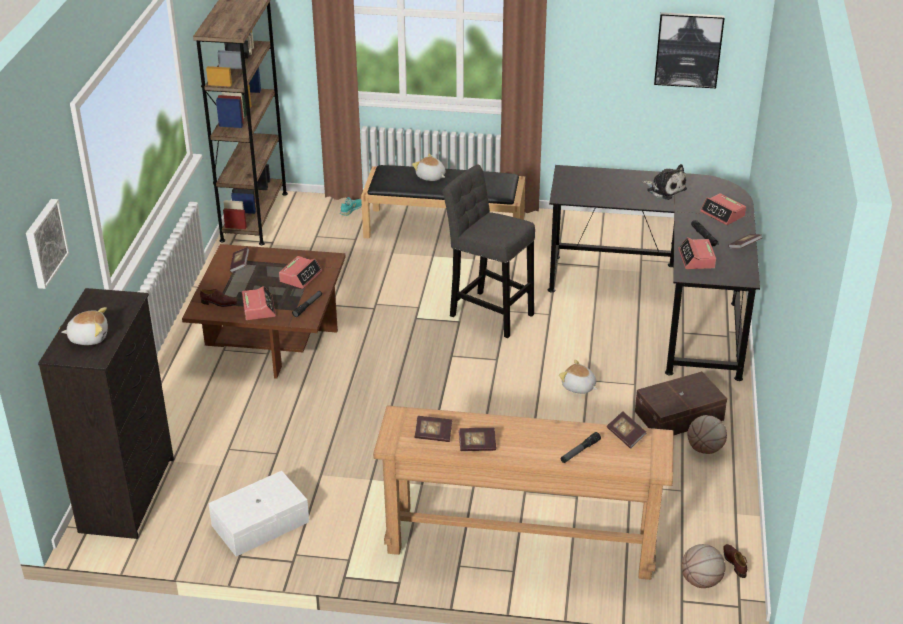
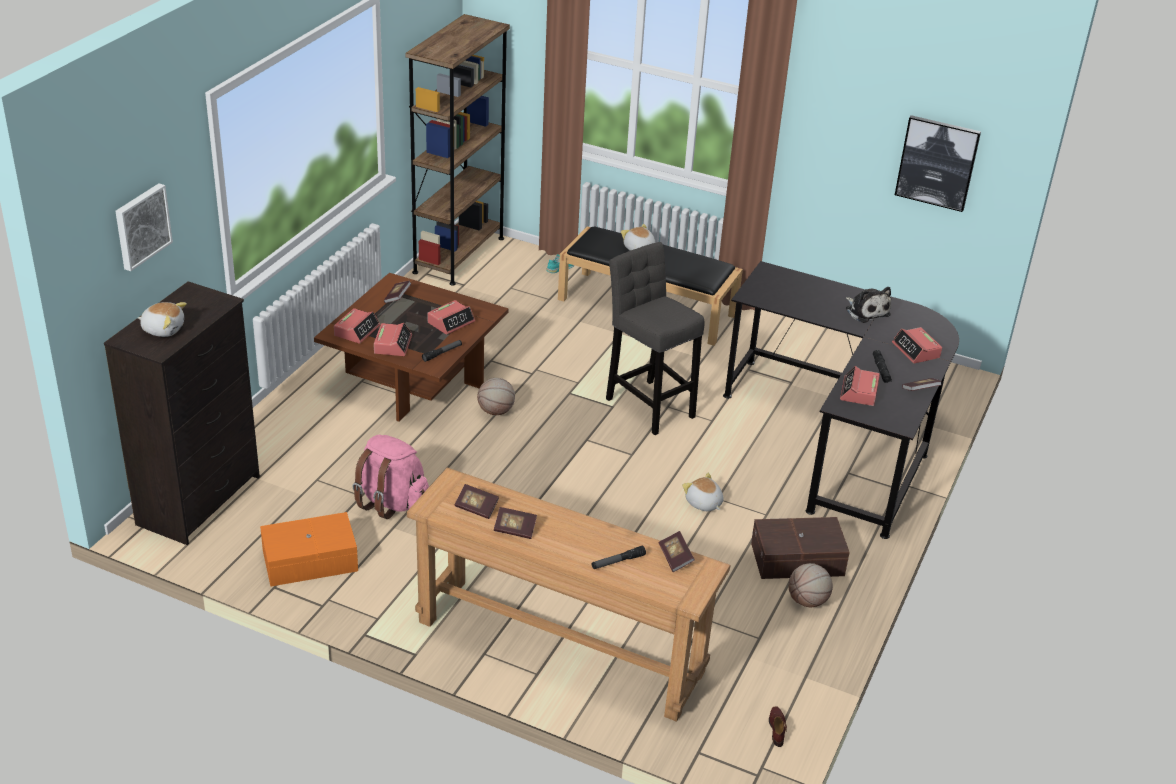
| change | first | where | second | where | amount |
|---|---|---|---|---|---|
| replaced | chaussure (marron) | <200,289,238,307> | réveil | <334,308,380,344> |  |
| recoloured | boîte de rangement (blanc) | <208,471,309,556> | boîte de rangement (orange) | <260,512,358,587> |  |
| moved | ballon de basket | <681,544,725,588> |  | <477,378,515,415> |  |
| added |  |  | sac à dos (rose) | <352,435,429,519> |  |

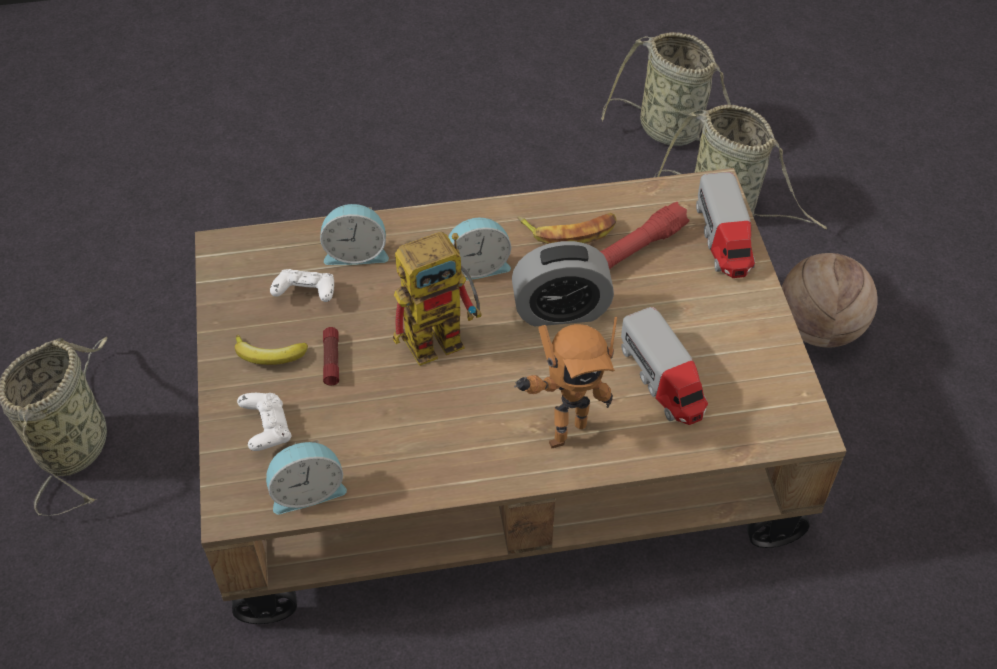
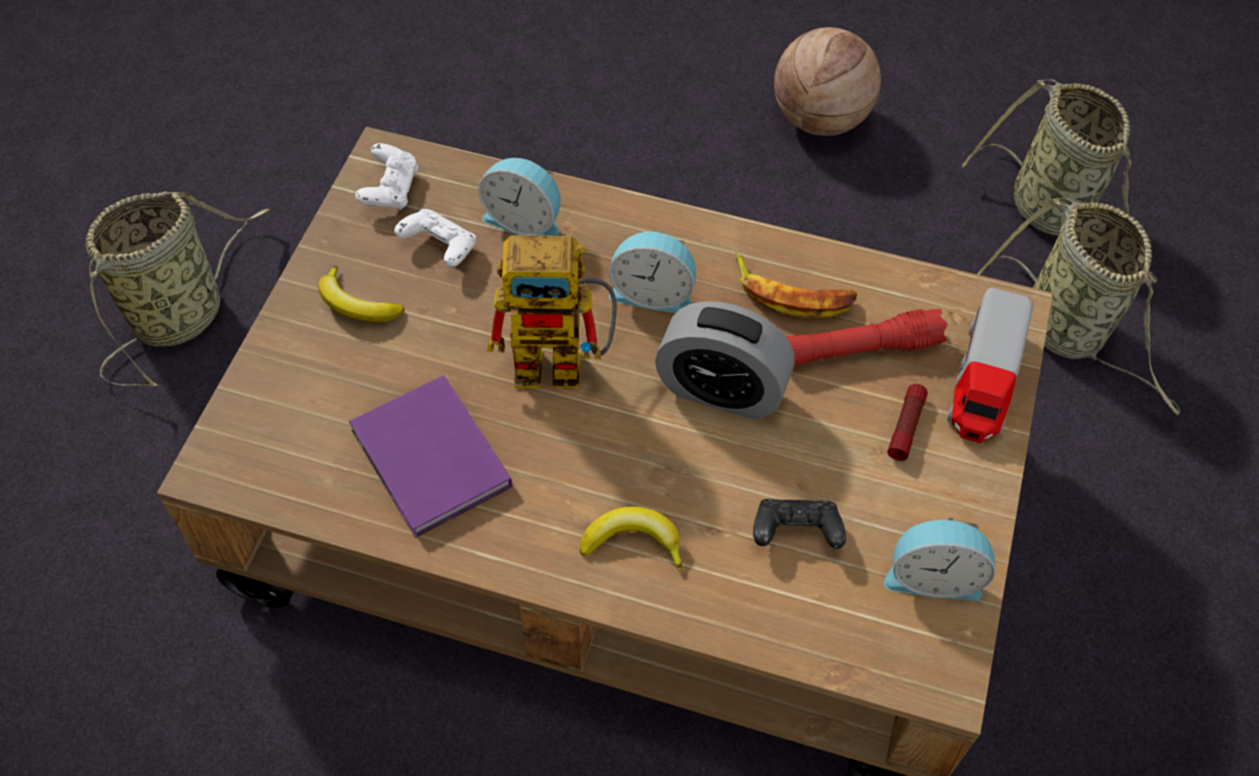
| change | first | where | second | where | amount |
|---|---|---|---|---|---|
| moved | manette (blanc) | <237,393,291,451> |  | <355,143,418,210> |  |
| moved | réveil | <266,440,347,515> |  | <884,518,996,601> |  |
| moved | lampe de poche | <323,327,339,385> |  | <887,384,928,461> |  |
| replaced | robot jouet | <514,317,617,449> | banane | <580,506,683,571> |  |
| replaced | camion jouet | <621,307,708,425> | manette (noir) | <753,499,846,549> |  |
| moved | ballon de basket | <782,253,878,348> |  | <774,27,881,136> |  |
| added |  |  | livre (violet) | <349,375,512,538> |  |

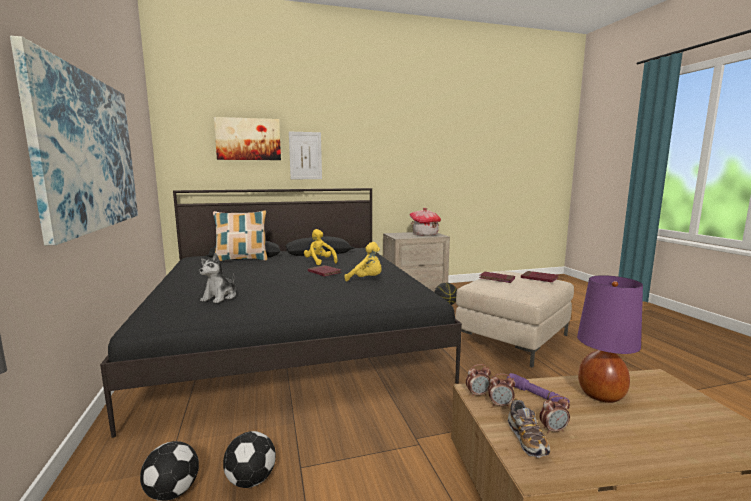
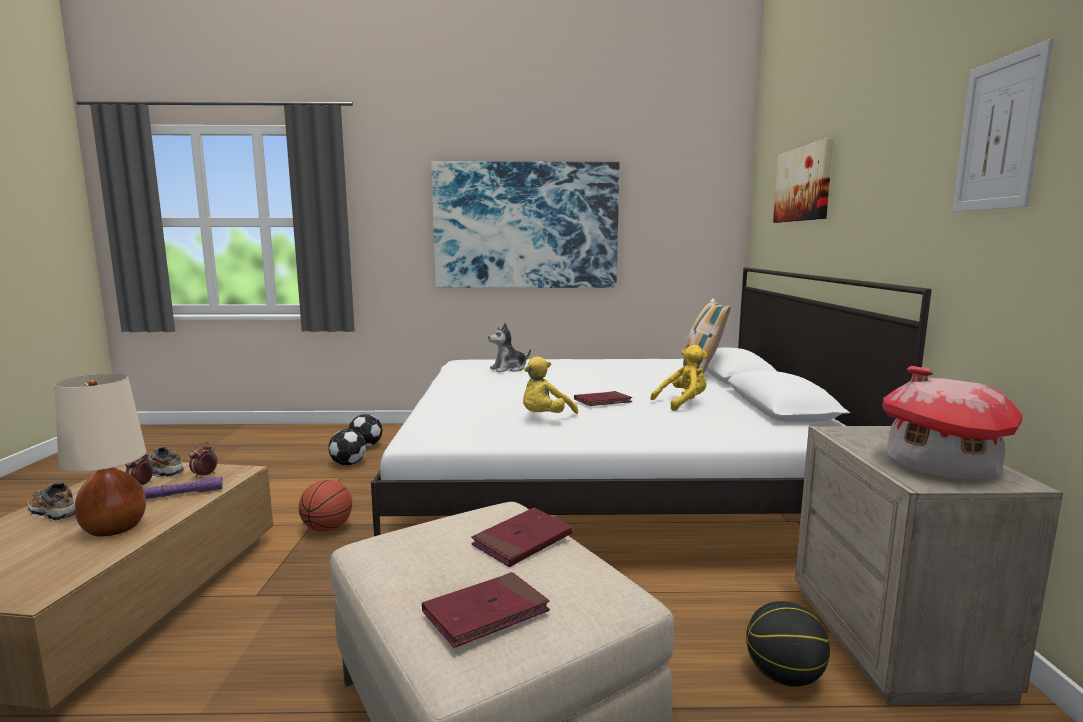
| change | first | where | second | where | amount |
|---|---|---|---|---|---|
| recoloured | lit (noir) | <100,188,462,438> | lit (blanc) | <371,267,932,536> |  |
| turned | peluche | <200,253,236,303> |  | <488,323,531,372> | 60 degrees counterclockwise |
| moved | tableau | <289,132,322,179> |  | <952,39,1054,212> |  |
| removed | réveil | <466,364,491,397> |  |  |  |
| recoloured | lampe de table (violet) | <577,275,643,403> | lampe de table (beige) | <54,374,146,536> |  |
| added |  |  | chaussure | <28,482,75,522> |  |
| added |  |  | ballon de basket | <299,480,352,532> |  |

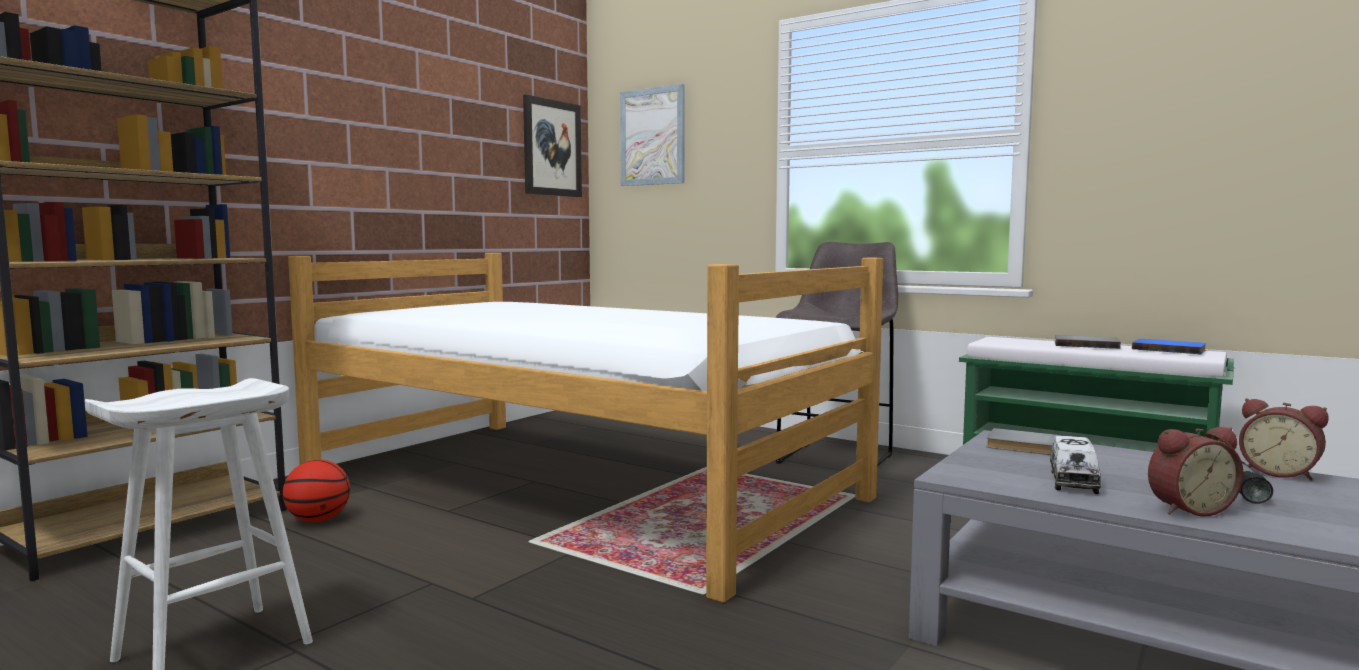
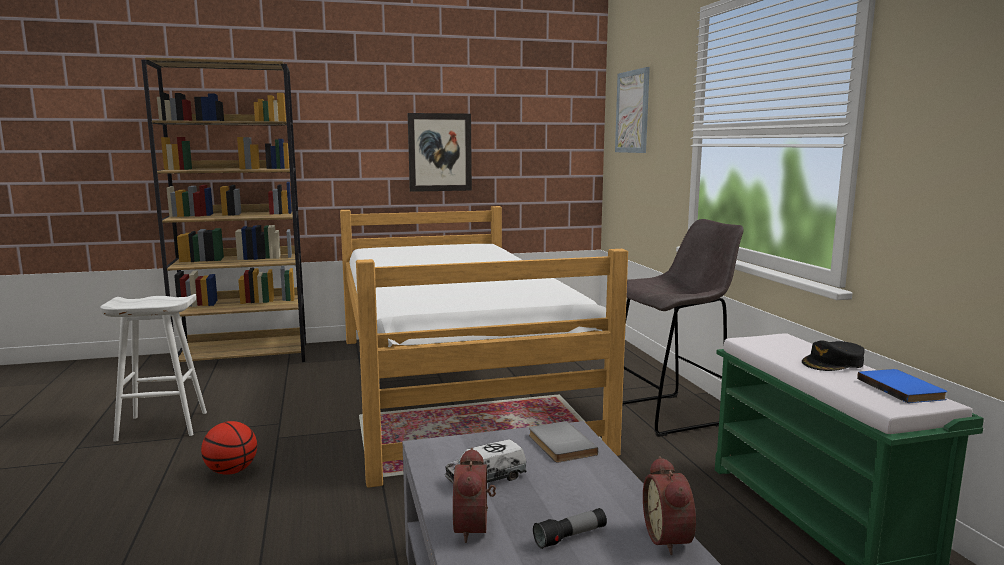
| change | first | where | second | where | amount |
|---|---|---|---|---|---|
| moved | ballon de basket | <283,459,350,522> |  | <201,421,257,475> |  |
| moved | tableau | <523,95,582,197> |  | <408,113,472,192> |  |
| replaced | livre (gris) | <1055,335,1121,349> | casquette (noir) | <802,340,865,371> |  |
| turned | réveil | <1148,427,1244,517> |  | <453,448,496,543> | 60 degrees clockwise |

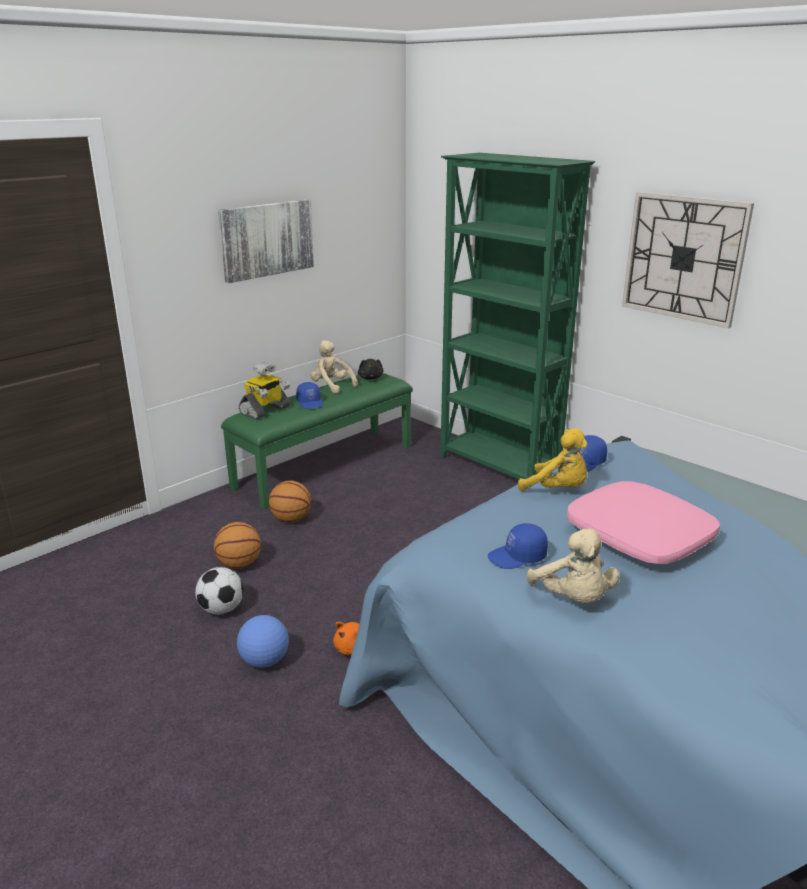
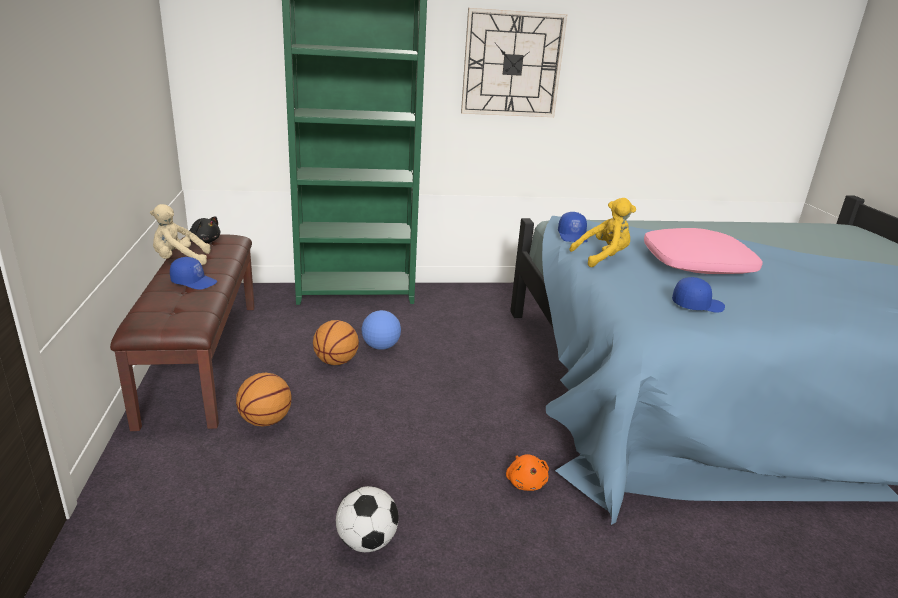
| change | first | where | second | where | amount |
|---|---|---|---|---|---|
| moved | ballon de basket | <214,522,261,569> |  | <313,320,359,365> |  |
| removed | tableau | <218,199,314,283> |  |  |  |
| recoloured | banc (vert) | <221,373,413,509> | banc (marron) | <110,234,255,431> |  |
| moved | ballon de foot | <237,615,289,668> |  | <362,310,401,350> |  |
| removed | robot jouet | <239,363,290,419> |  |  |  |
| turned | casquette (bleu) | <487,523,548,569> |  | <672,277,725,313> | 120 degrees counterclockwise |
| removed | peluche (beige) | <527,528,620,603> |  |  |  |

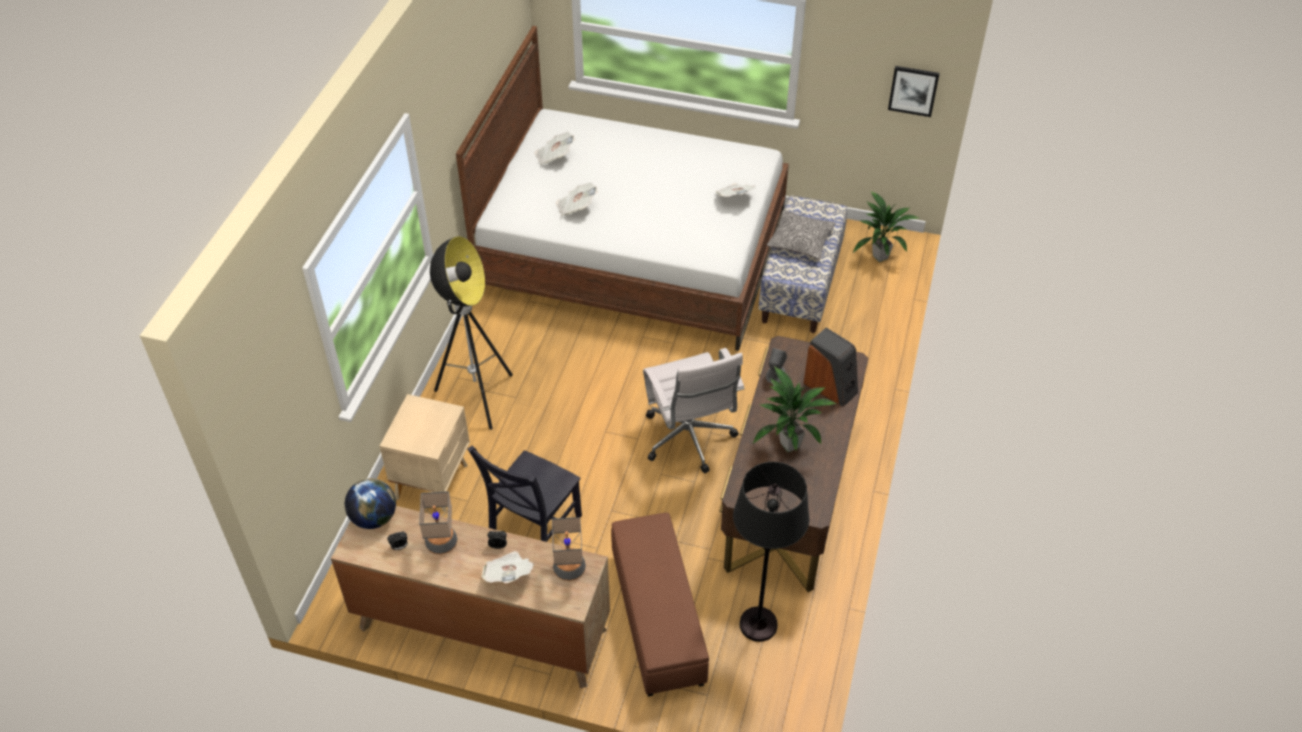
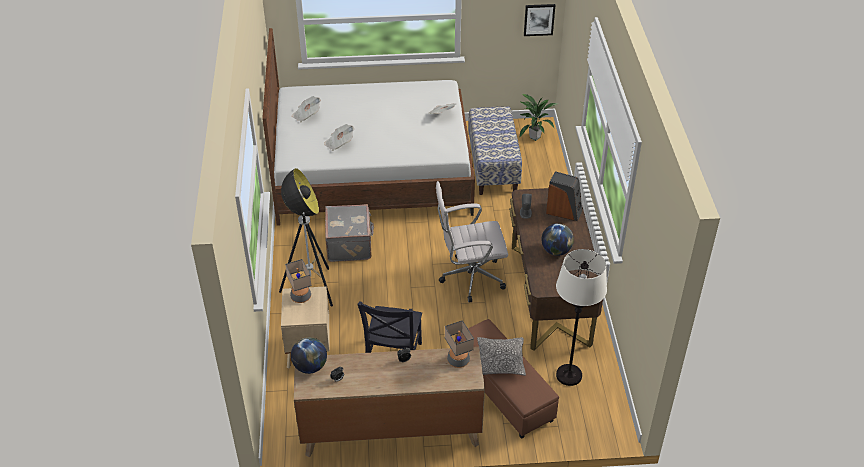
| change | first | where | second | where | amount |
|---|---|---|---|---|---|
| moved | lampe de table | <419,491,457,555> |  | <285,259,312,303> |  |
| removed | journal | <481,551,534,584> |  |  |  |
| turned | chaise de bureau (blanc) | <643,348,745,473> |  | <436,181,508,302> | 120 degrees clockwise |
| recoloured | lampadaire (noir) | <733,462,809,642> | lampadaire (blanc) | <556,249,607,386> |  |
| replaced | plante en pot | <753,366,837,452> | globe | <542,223,574,256> |  |
| moved | coussin | <767,210,835,260> |  | <477,337,526,376> |  |
| added |  |  | valise (gris) | <325,204,374,262> |  |

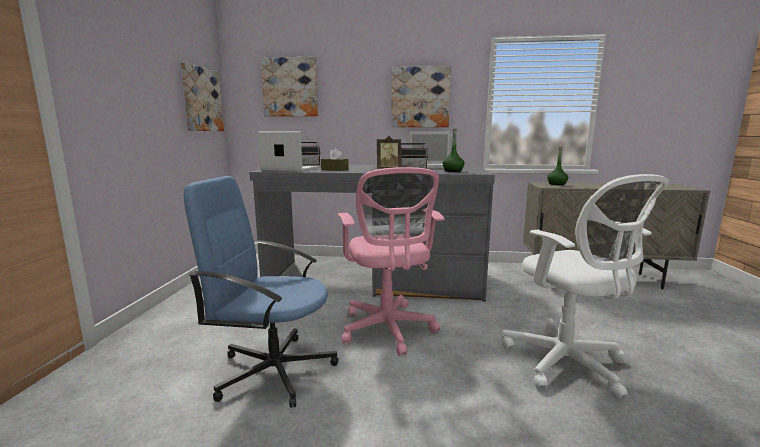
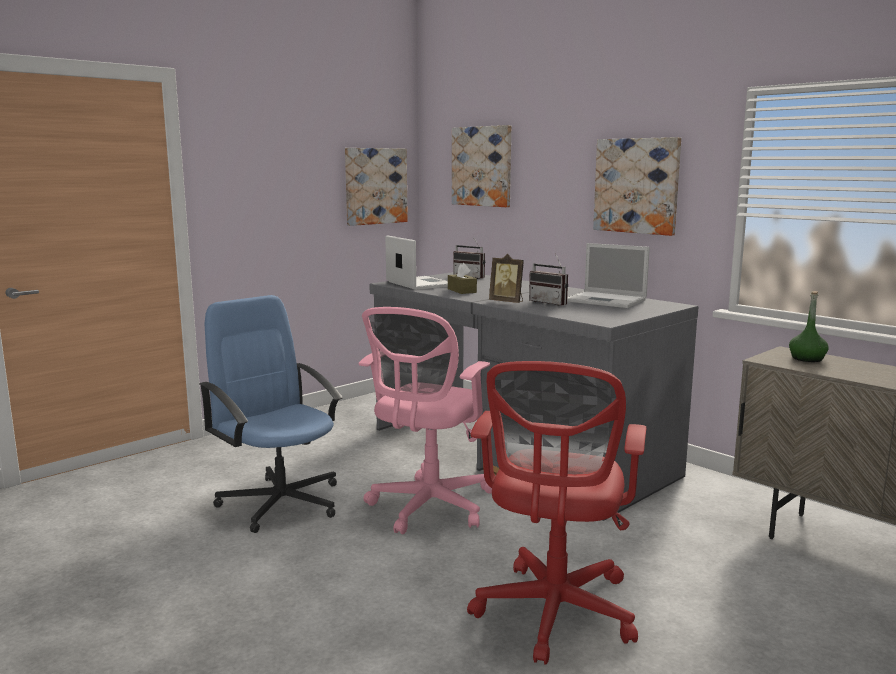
| change | first | where | second | where | amount |
|---|---|---|---|---|---|
| removed | bouteille (vert) | <442,128,465,172> |  |  |  |
| recoloured | chaise de bureau (blanc) | <502,174,669,399> | chaise de bureau (rouge) | <467,361,646,665> |  |

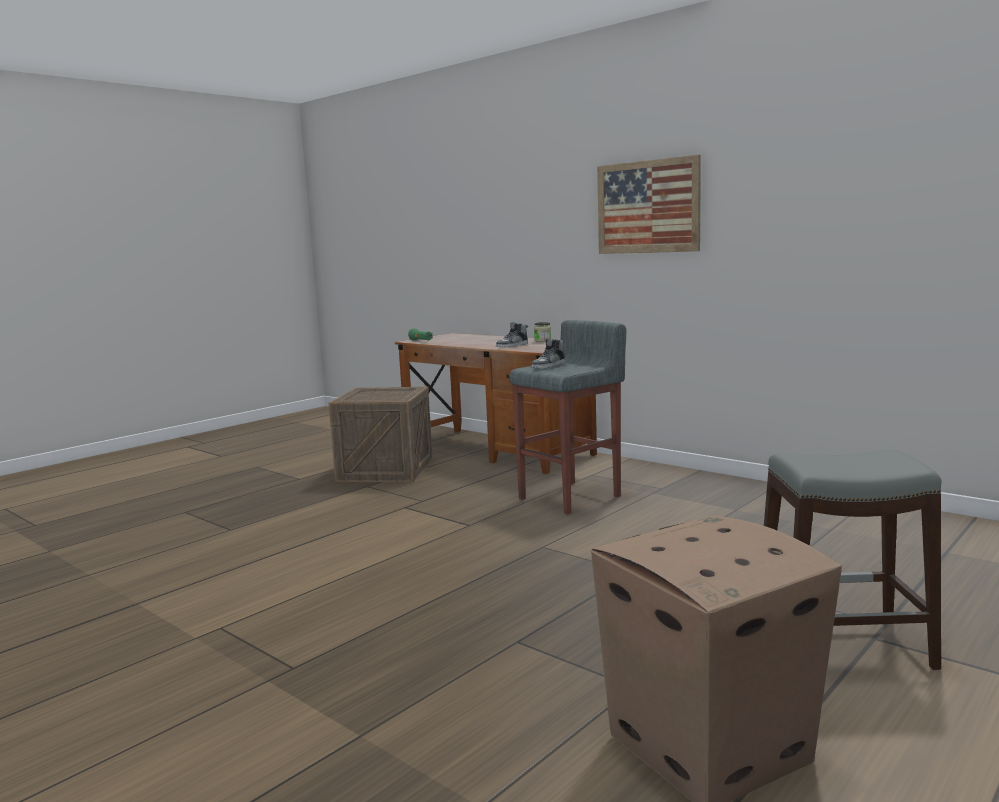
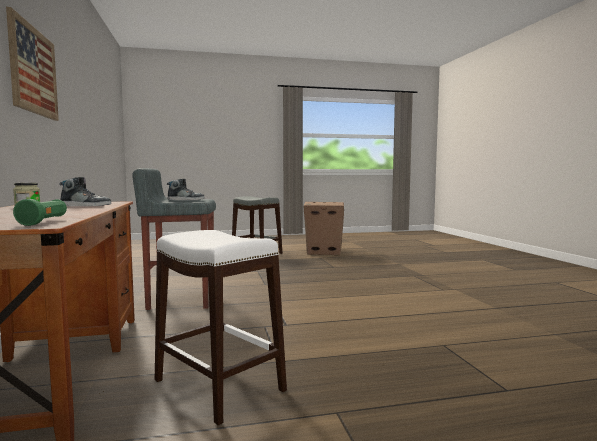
| change | first | where | second | where | amount |
|---|---|---|---|---|---|
| replaced | caisse | <329,387,433,482> | tabouret (blanc) | <155,230,287,425> |  |

